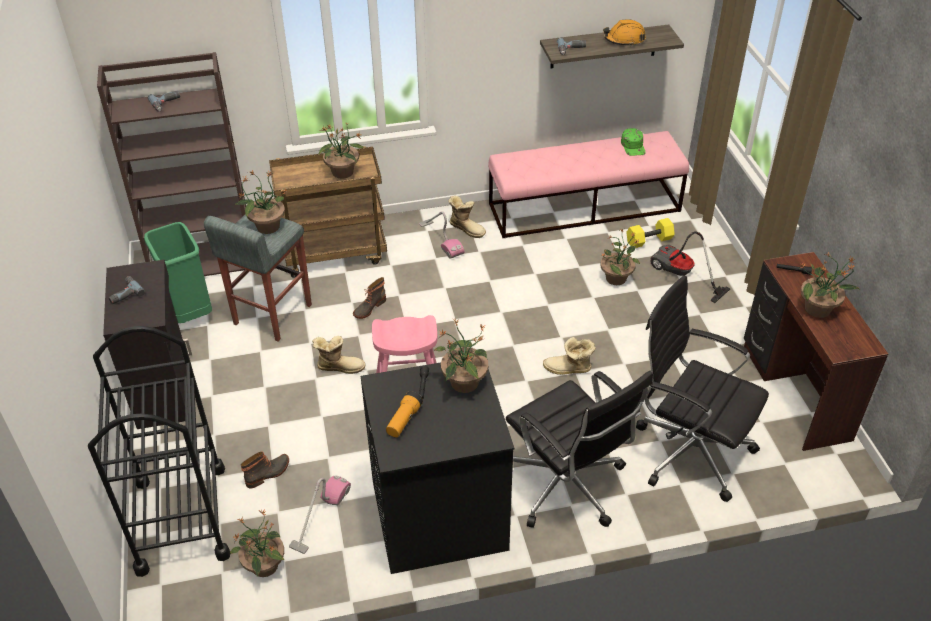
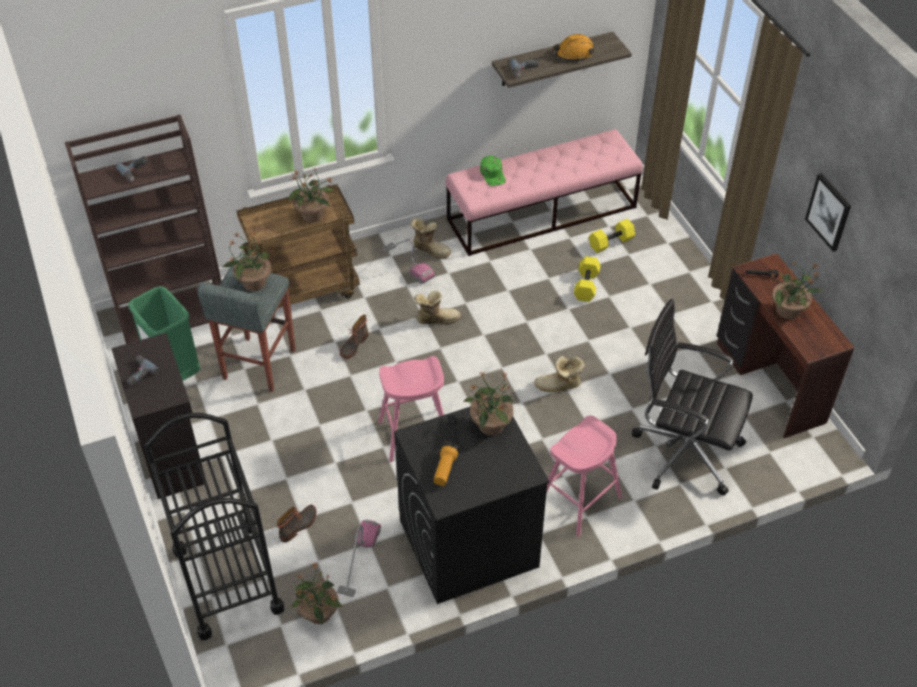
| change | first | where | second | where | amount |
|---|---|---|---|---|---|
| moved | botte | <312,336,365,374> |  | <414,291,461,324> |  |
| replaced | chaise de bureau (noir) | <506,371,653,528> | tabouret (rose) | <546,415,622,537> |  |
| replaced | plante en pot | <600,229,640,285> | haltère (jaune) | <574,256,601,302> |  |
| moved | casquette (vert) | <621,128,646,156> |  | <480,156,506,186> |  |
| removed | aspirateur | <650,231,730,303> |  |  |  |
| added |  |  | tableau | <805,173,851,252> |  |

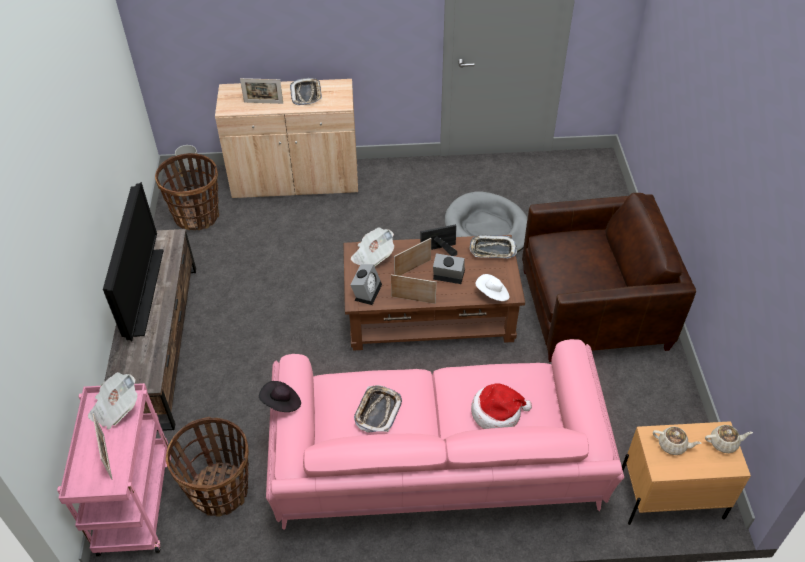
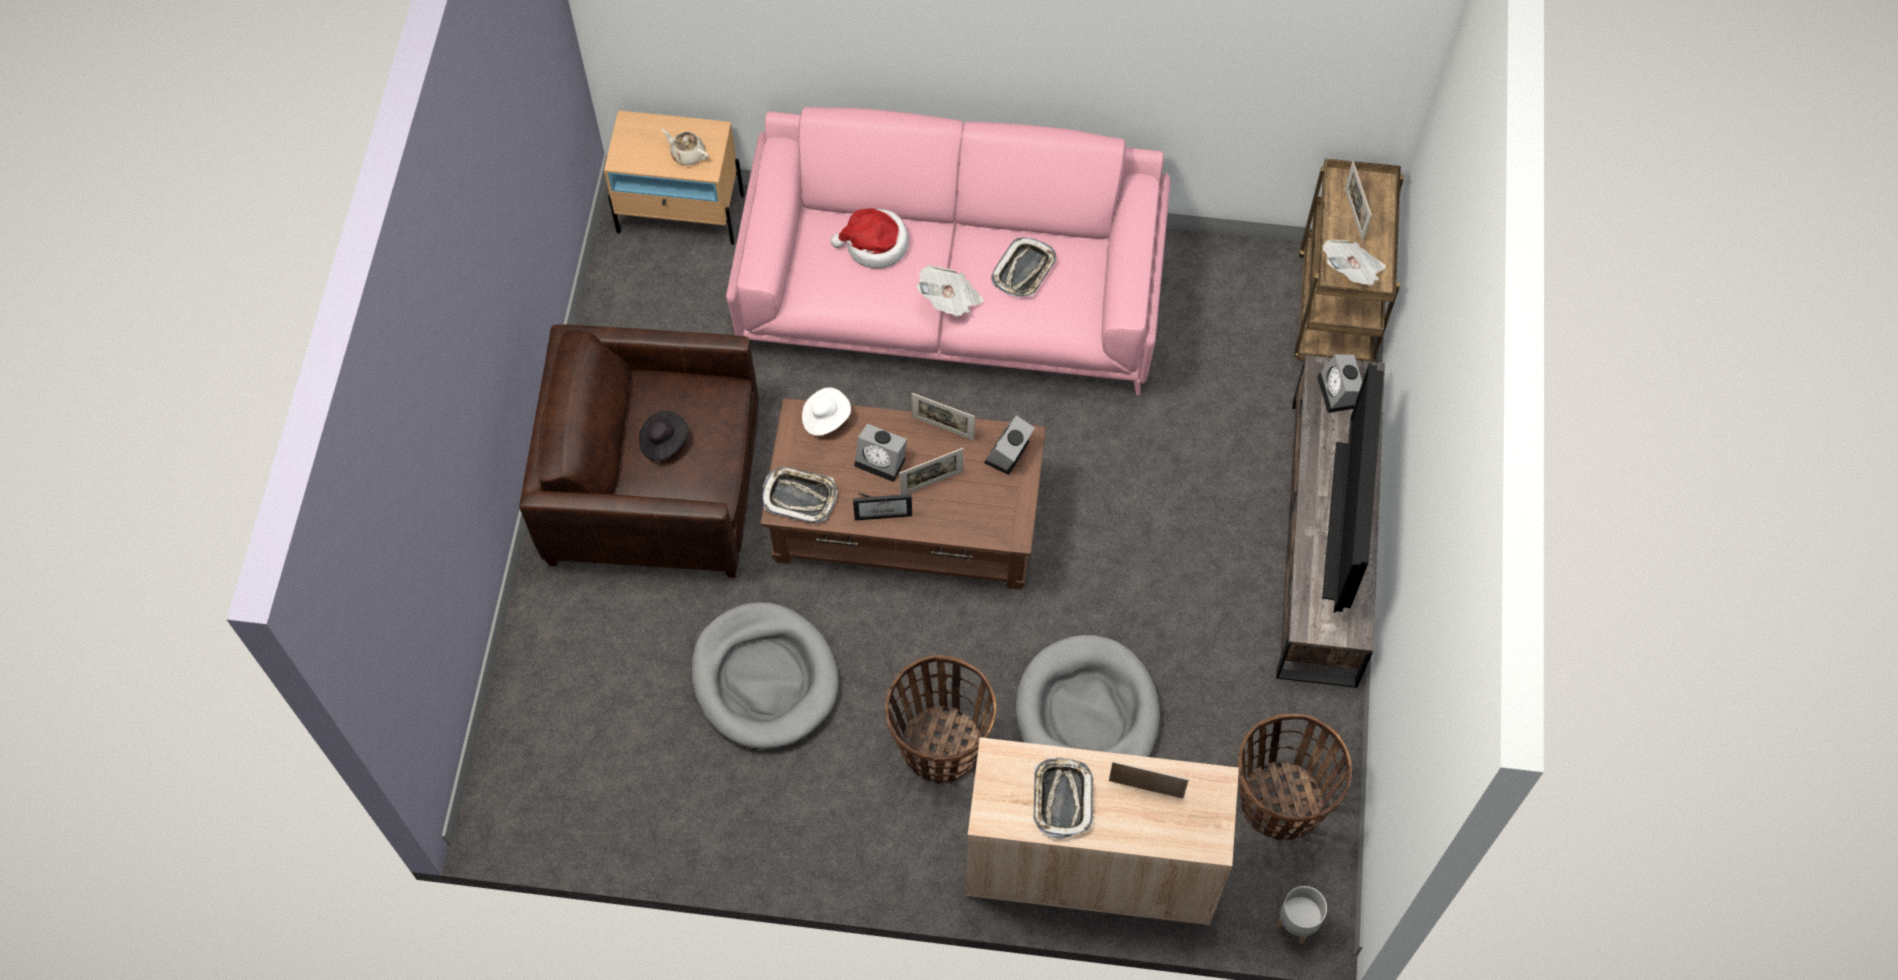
| change | first | where | second | where | amount |
|---|---|---|---|---|---|
| recoloured | chariot (rose) | <57,383,171,556> | chariot (marron) | <1294,158,1404,362> |  |
| moved | panier | <166,417,249,517> |  | <885,655,997,784> |  |
| moved | chapeau (noir) | <259,381,301,412> |  | <639,411,688,461> |  |
| moved | journal | <351,227,394,266> |  | <916,265,984,317> |  |
| removed | théière (beige) | <705,425,753,453> |  |  |  |
| added |  |  | panier pour chien (gris) | <1016,635,1160,757> |  |
| added |  |  | réveil | <1317,354,1362,413> |  |

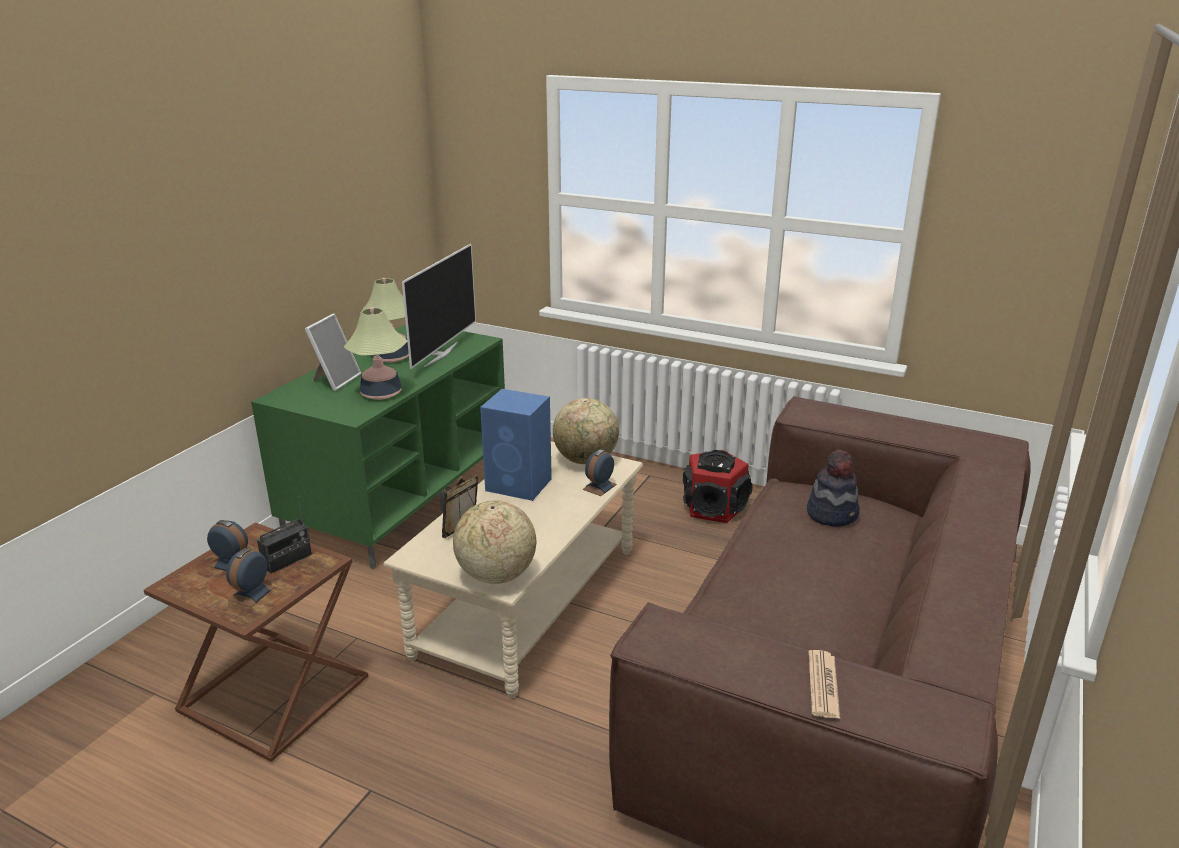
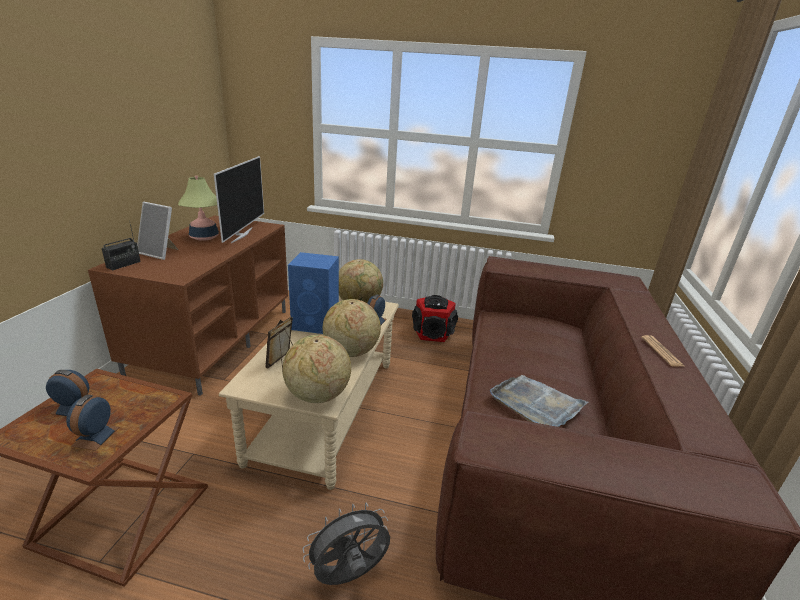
| change | first | where | second | where | amount |
|---|---|---|---|---|---|
| recoloured | meuble télé (vert) | <251,324,505,569> | meuble télé (marron) | <88,216,288,396> |  |
| moved | radio | <257,496,312,574> |  | <102,220,141,270> |  |
| turned | cadre photo | <305,314,362,391> |  | <137,202,178,260> | 105 degrees clockwise |
| removed | lampe de table | <344,307,407,400> |  |  |  |
| removed | chapeau | <807,450,860,527> |  |  |  |
| moved | journal | <808,650,840,719> |  | <642,335,684,366> |  |
| added |  |  | ventilateur (gris) | <303,503,390,585> |  |
| added |  |  | globe | <323,299,381,357> |  |
| added |  |  | plateau (gris) | <490,375,589,427> |  |

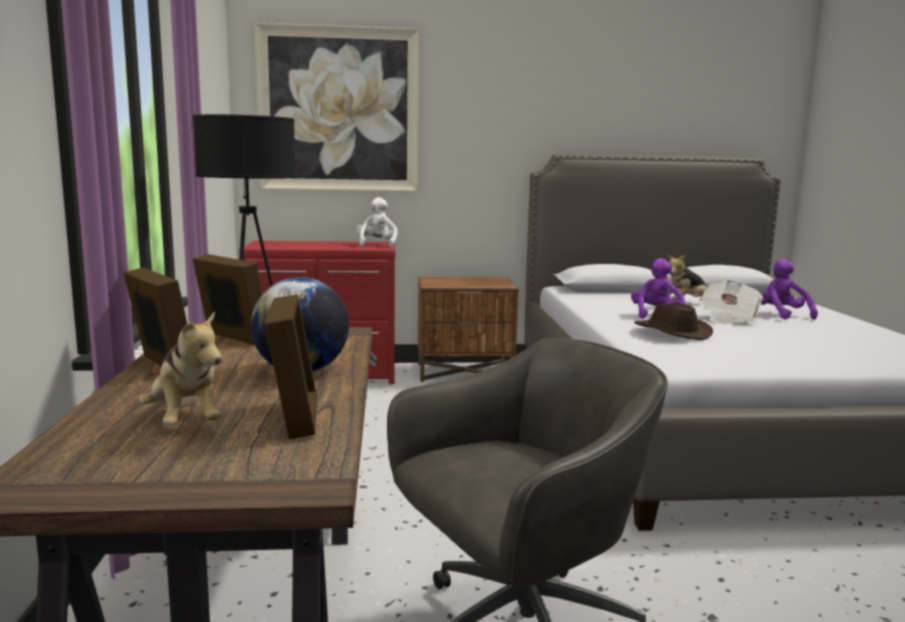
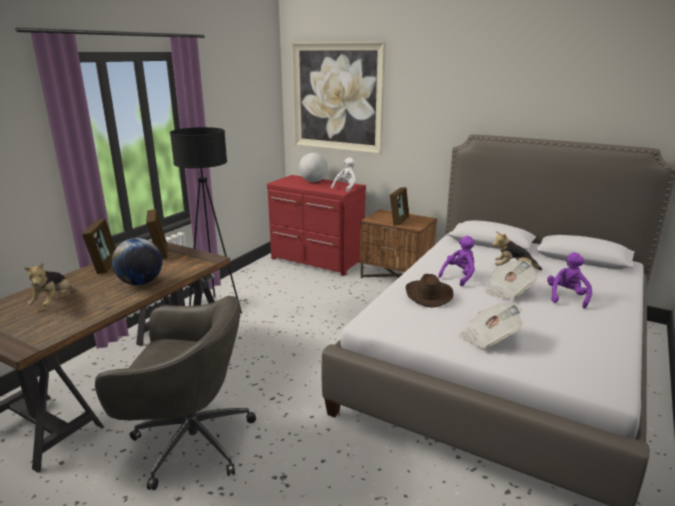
| change | first | where | second | where | amount |
|---|---|---|---|---|---|
| moved | cadre photo | <264,294,317,439> |  | <390,187,409,226> |  |
| added |  |  | globe | <299,153,328,182> |  |
| added |  |  | journal | <459,303,523,349> |  |

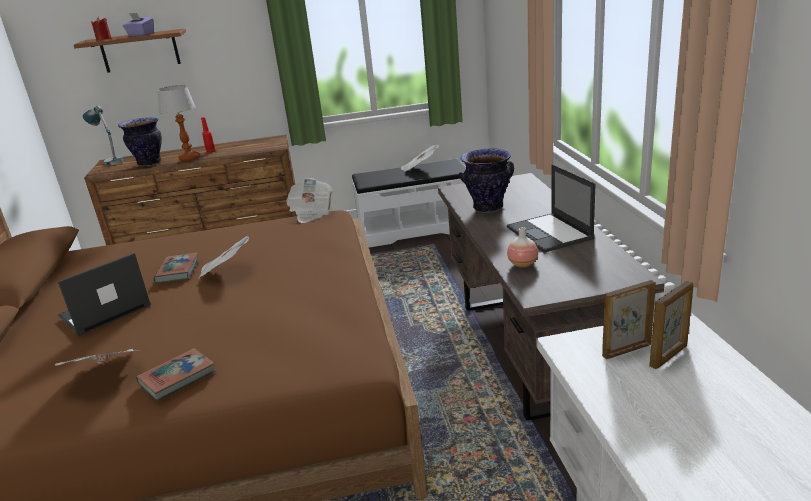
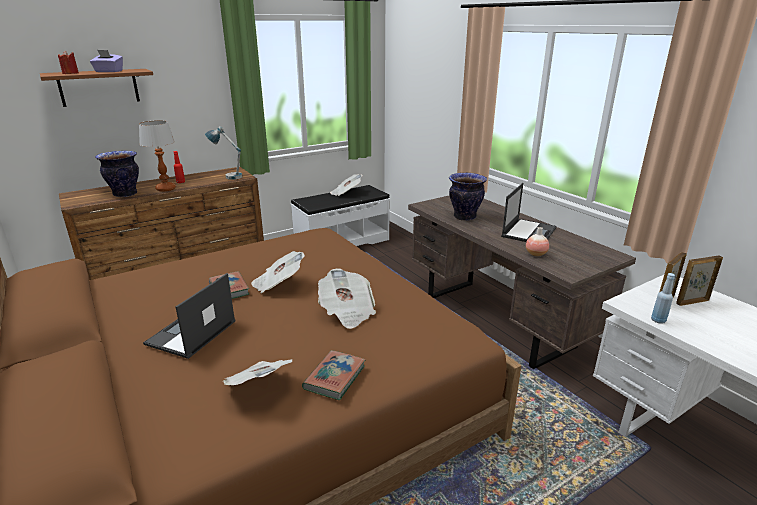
| change | first | where | second | where | amount |
|---|---|---|---|---|---|
| moved | lampe de table | <83,105,124,166> |  | <205,126,242,180> |  |
| moved | journal | <286,178,333,223> |  | <318,268,376,329> |  |
| turned | ordinateur portable | <507,164,596,253> |  | <501,183,556,242> | 105 degrees counterclockwise |
| turned | cadre photo | <649,281,694,369> |  | <676,255,723,306> | 135 degrees counterclockwise |
| added |  |  | bouteille (bleu) | <651,273,675,324> |  |

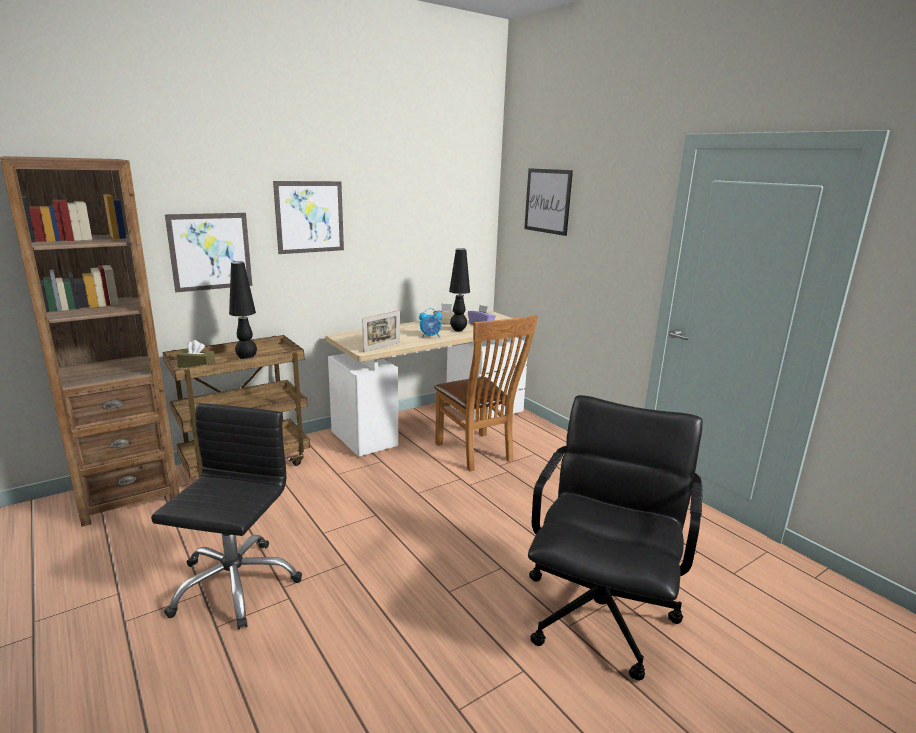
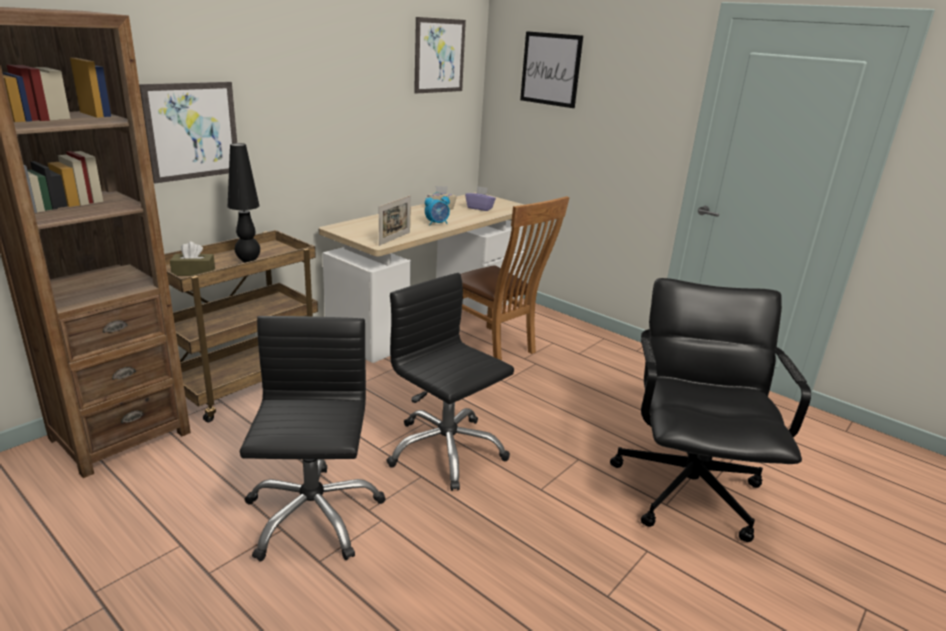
| change | first | where | second | where | amount |
|---|---|---|---|---|---|
| moved | tableau | <273,181,344,254> |  | <414,17,466,93> |  |
| removed | lampe de table (noir) | <449,248,470,331> |  |  |  |
| added |  |  | chaise de bureau (noir) | <386,273,514,491> |  |

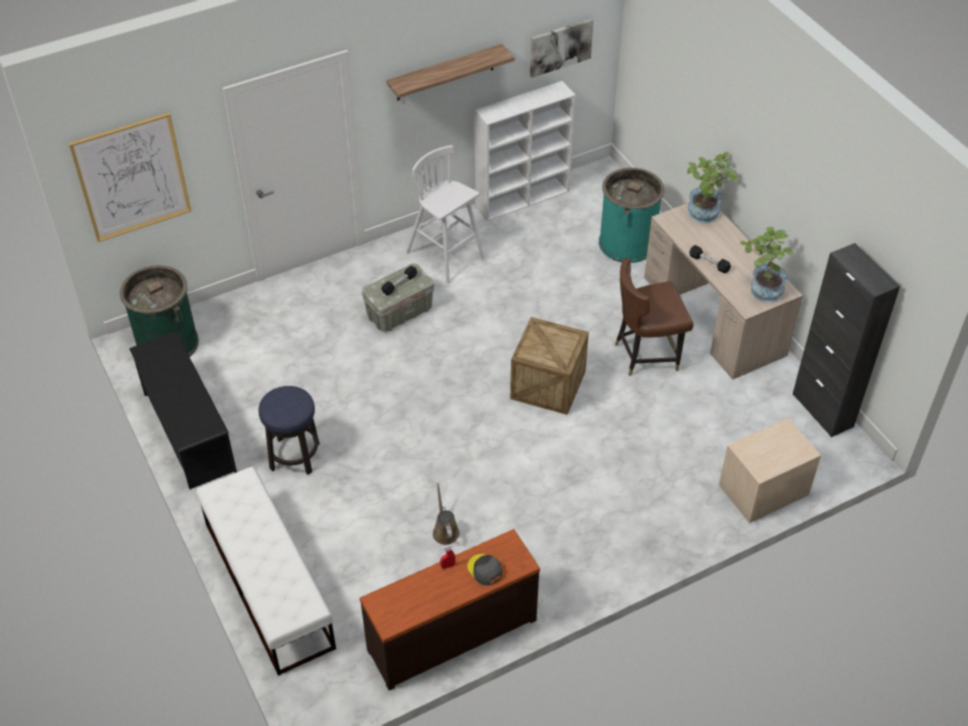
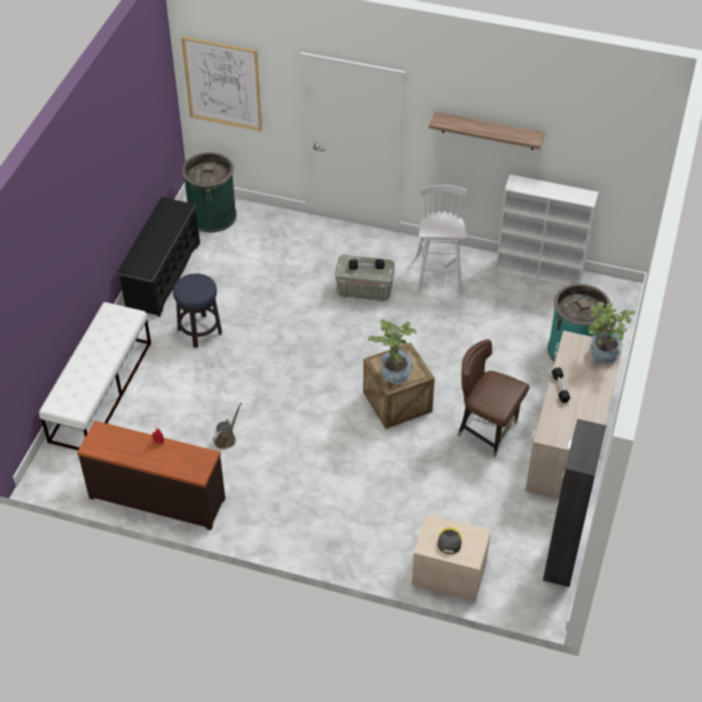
| change | first | where | second | where | amount |
|---|---|---|---|---|---|
| moved | casquette (gris) | <467,554,502,586> |  | <438,528,462,554> |  |
| removed | tableau | <530,18,594,78> |  |  |  |
| moved | plante en pot | <740,227,794,302> |  | <368,319,417,384> |  |

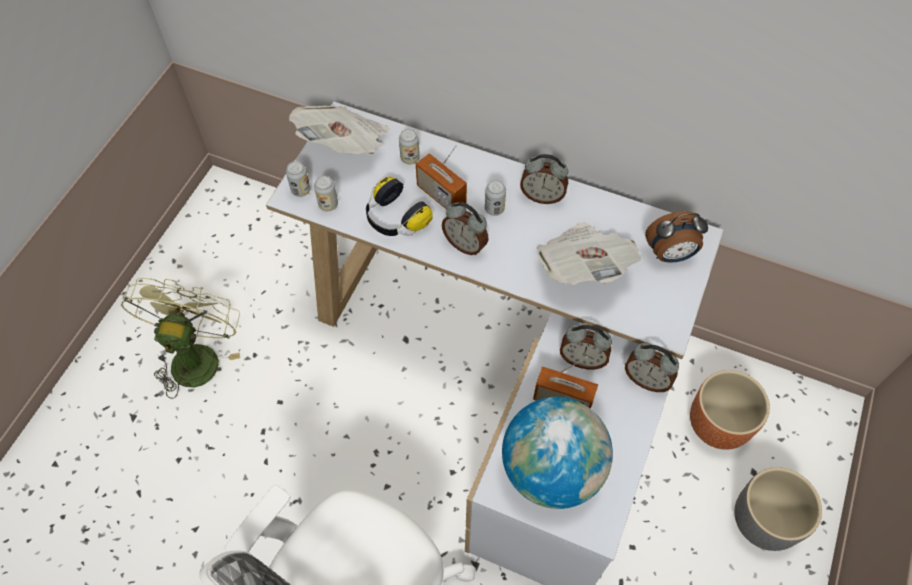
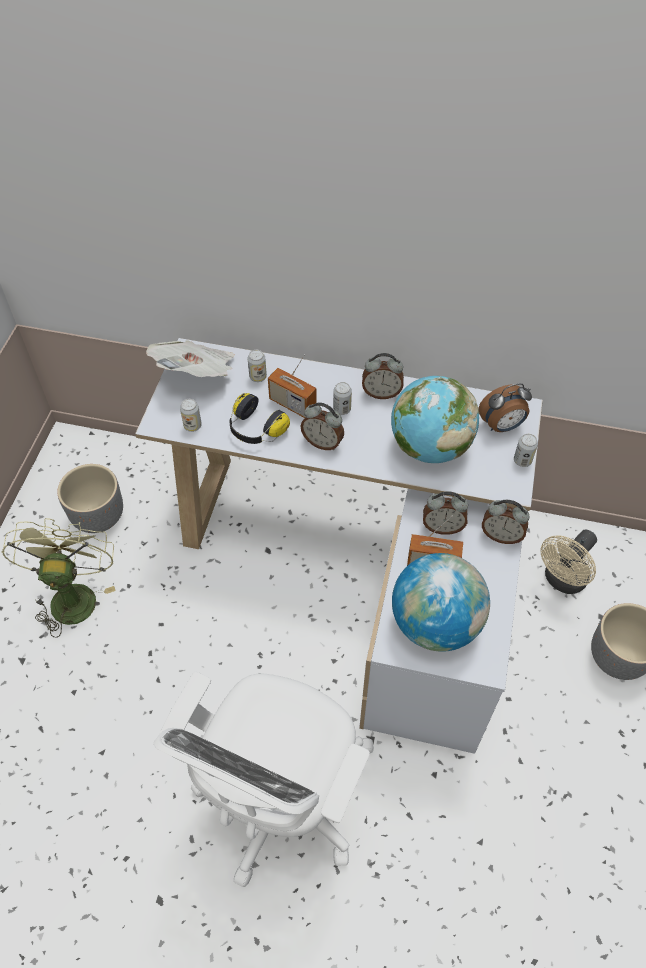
| change | first | where | second | where | amount |
|---|---|---|---|---|---|
| moved | boîte métallique | <286,161,311,197> |  | <514,434,538,467> |  |
| replaced | journal | <536,223,642,285> | globe | <391,376,479,463> |  |
| replaced | cache-pot (marron) | <690,370,770,450> | ventilateur (beige) | <541,530,597,594> |  |
| added |  |  | cache-pot (gris) | <57,464,123,533> |  |

